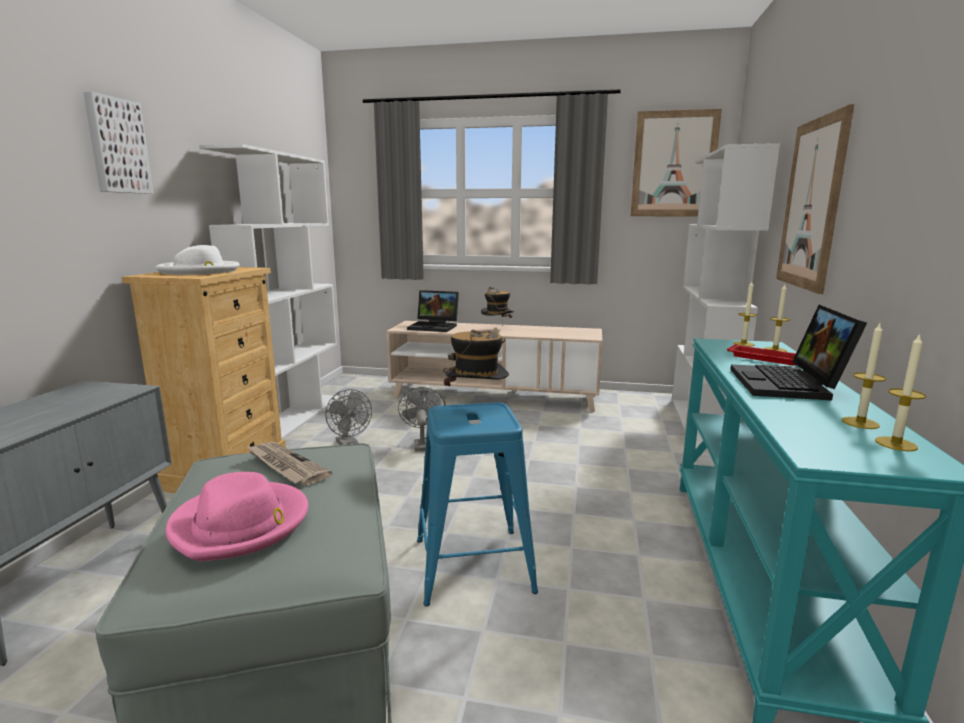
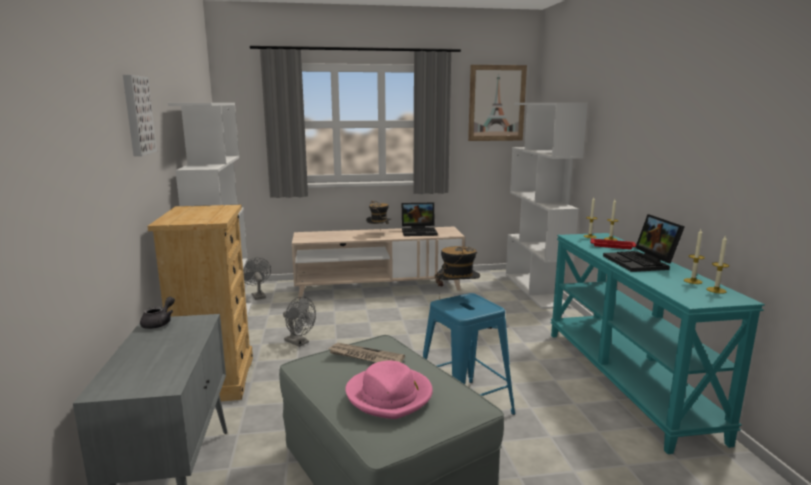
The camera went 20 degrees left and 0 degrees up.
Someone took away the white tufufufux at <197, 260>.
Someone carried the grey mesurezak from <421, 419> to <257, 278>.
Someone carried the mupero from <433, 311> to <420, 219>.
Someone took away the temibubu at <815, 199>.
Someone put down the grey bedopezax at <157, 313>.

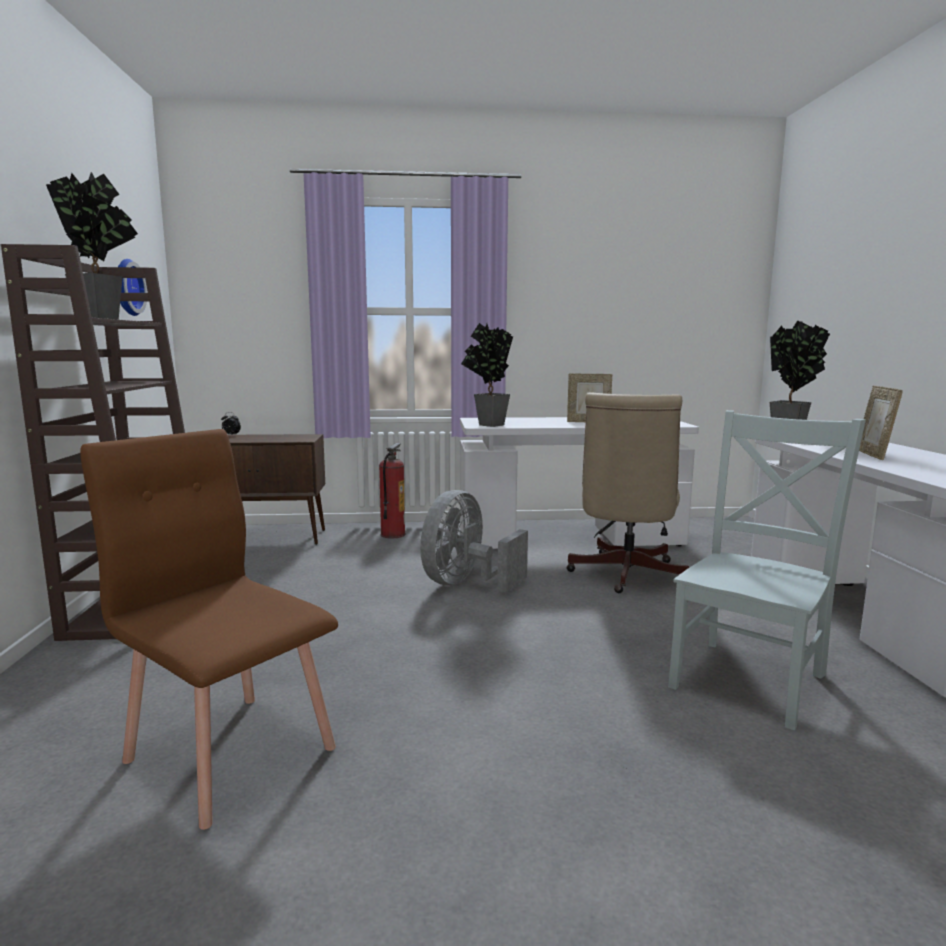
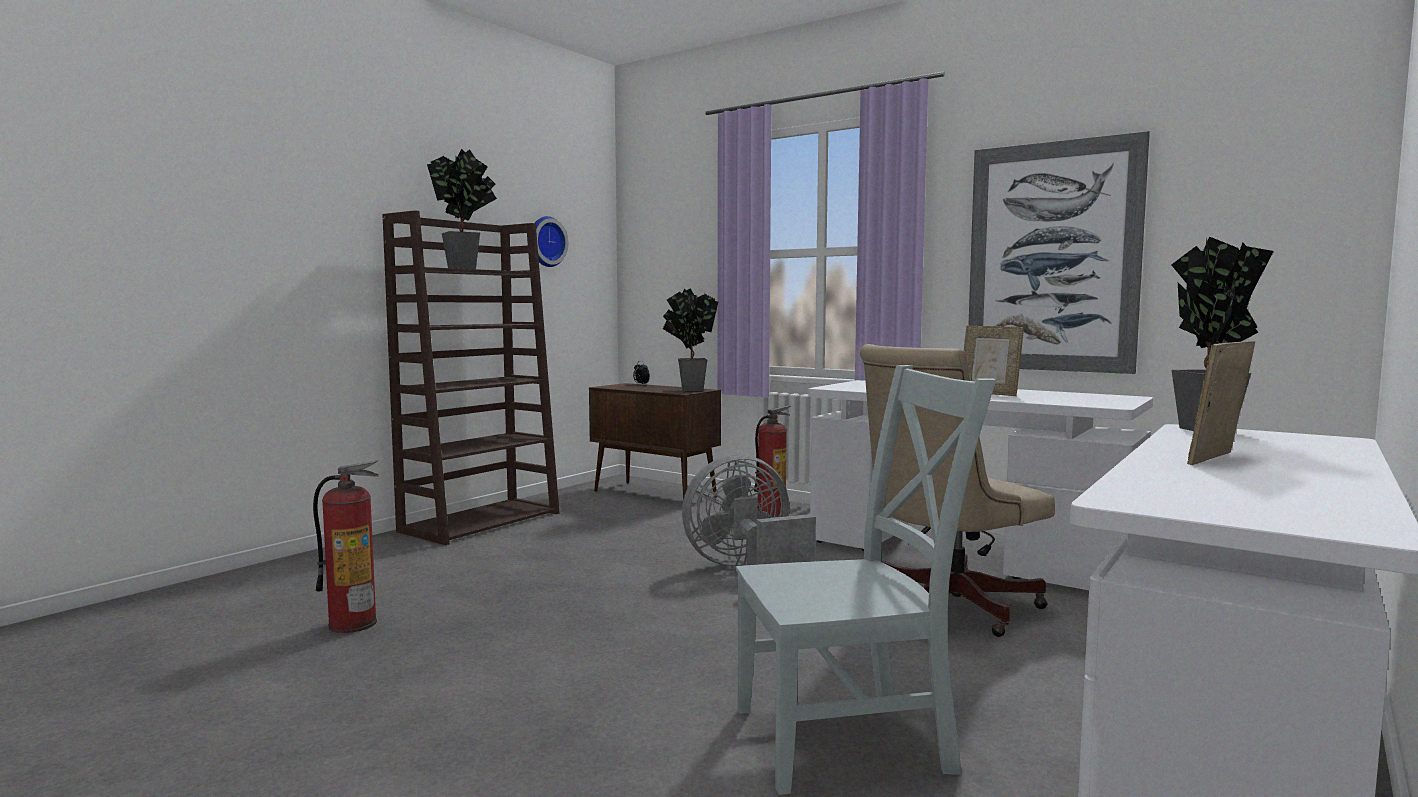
The camera went 40 degrees right and 5 degrees down.
Someone swapped the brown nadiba at <209, 629> for the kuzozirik at <346, 546>.
Someone carried the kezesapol from <487, 375> to <690, 339>.
Someone put up the temibubu at <1059, 252>.

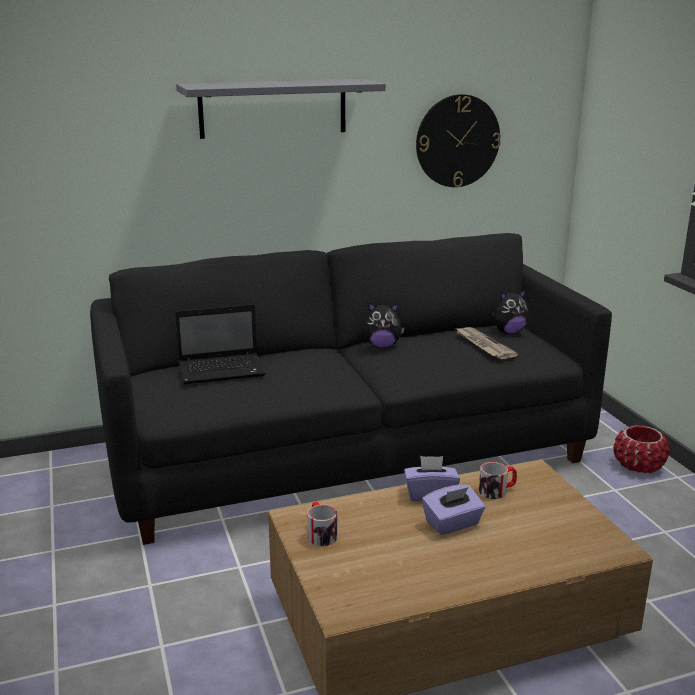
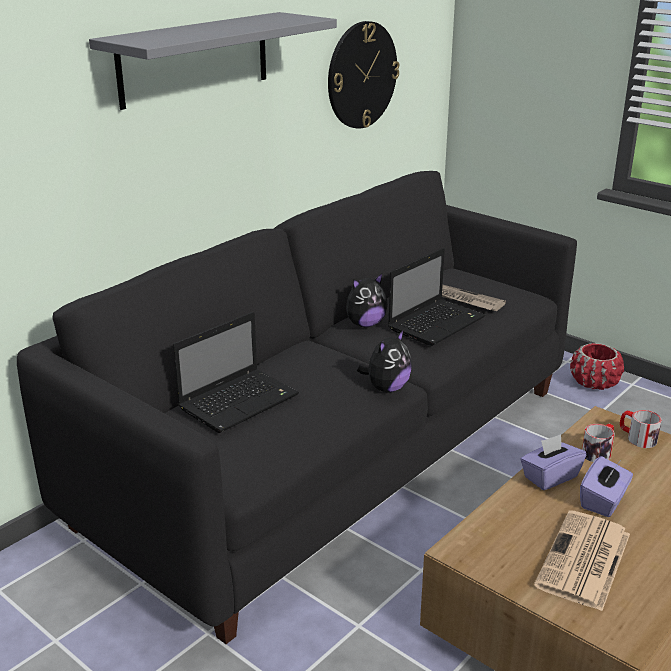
The camera went 30 degrees left and 5 degrees up.
Someone carried the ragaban from <322, 524> to <641, 429>.
Someone carried the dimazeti from <510, 311> to <384, 360>.
Someone put down the mupero at <437, 297>.
Someone put down the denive at <582, 561>.

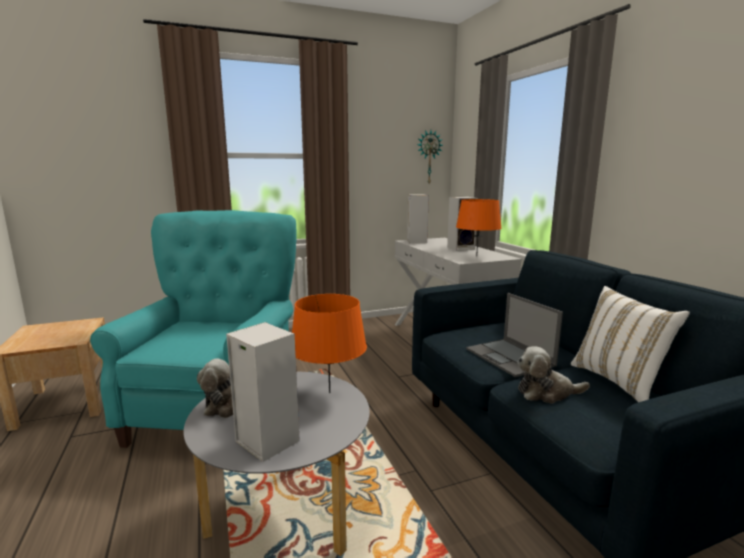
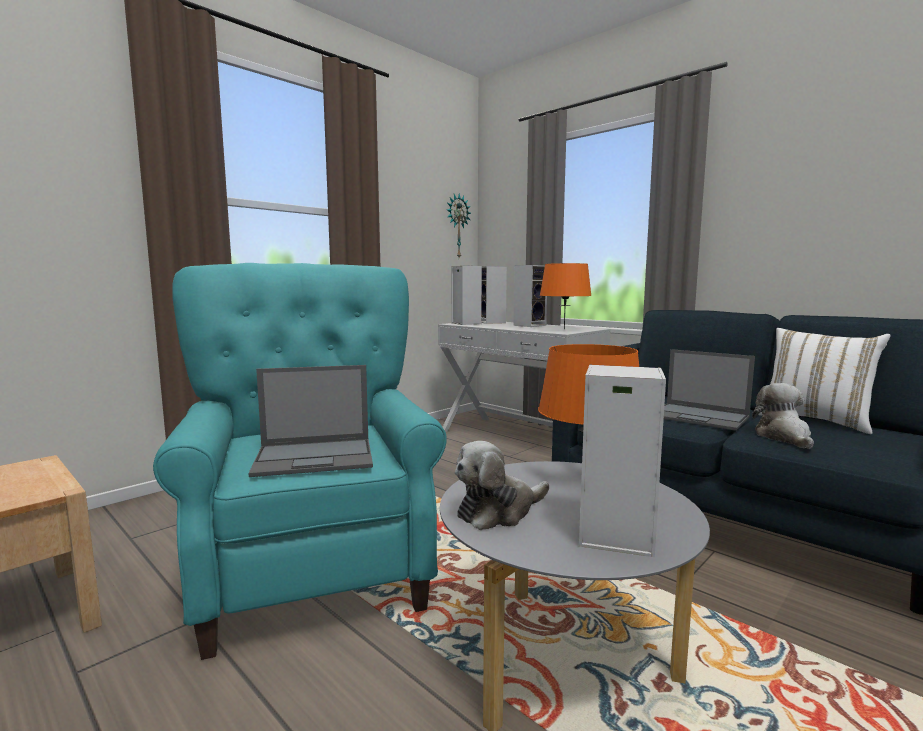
The camera went 25 degrees left and 5 degrees down.
Someone rotated the dimazeti at <553, 375> by 120 degrees clockwise.
Someone put down the mupero at <310, 421>.
Someone put down the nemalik at <494, 295>.

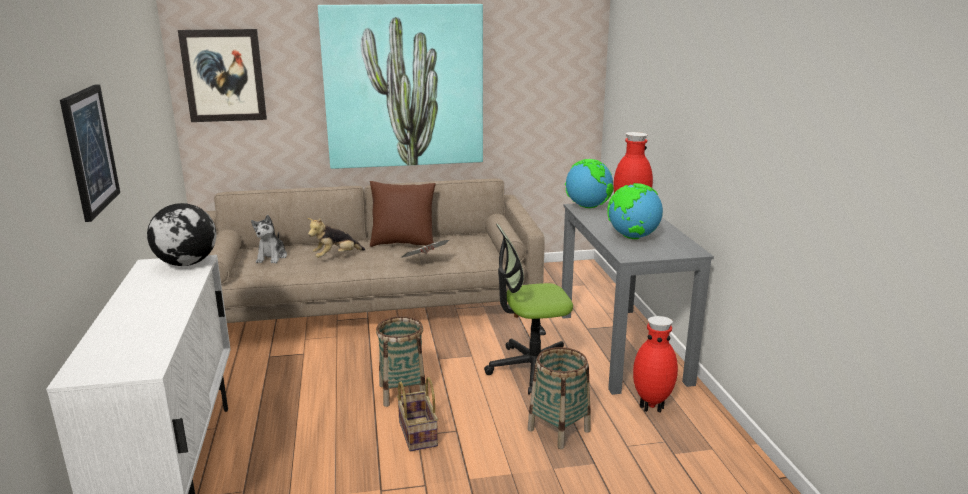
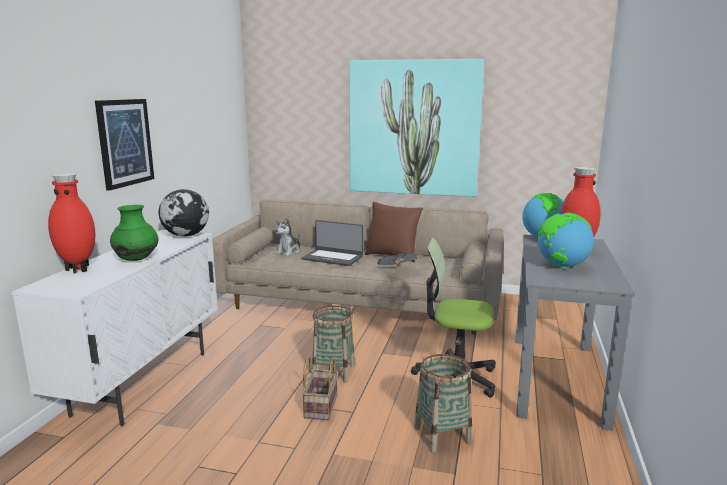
The camera went 25 degrees right and 5 degrees down.
Someone took away the temibubu at <222, 75>.
Someone swapped the dimazeti at <336, 238> for the mupero at <332, 243>.
Someone carried the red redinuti from <655, 364> to <72, 223>.
Someone put down the green redinuti at <134, 233>.

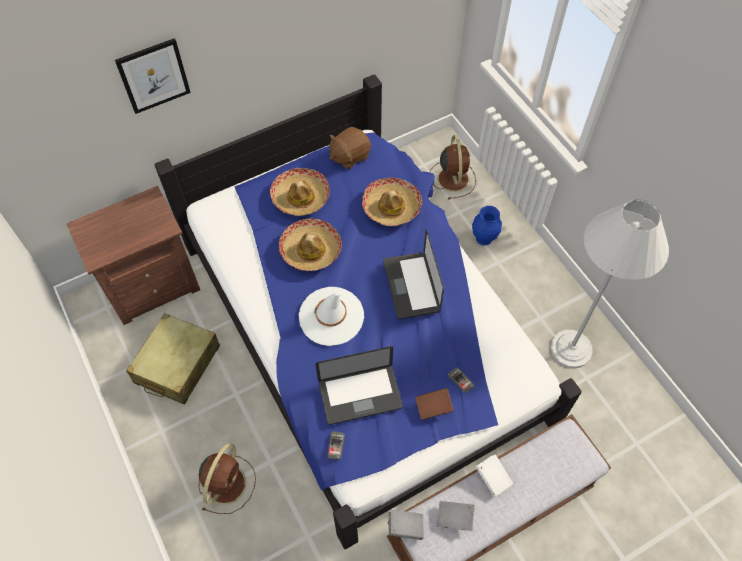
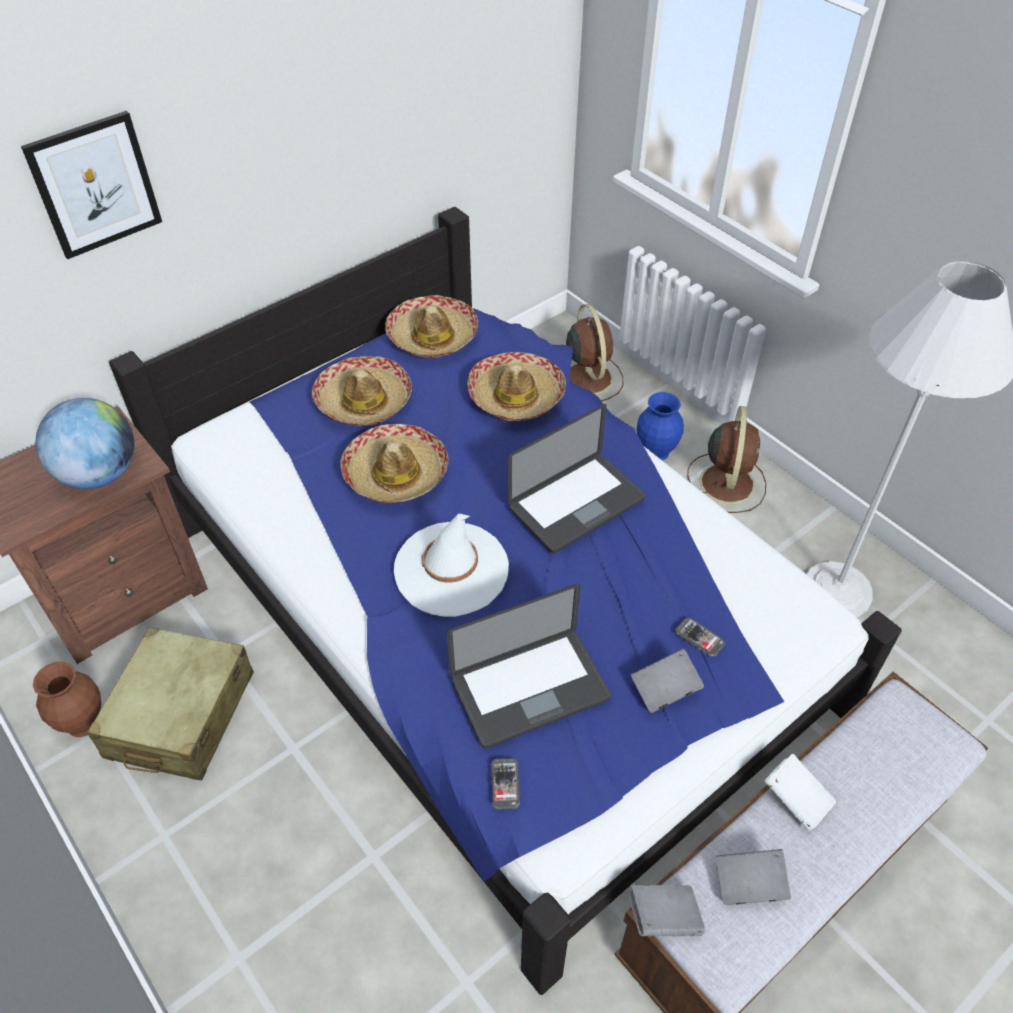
The camera went 10 degrees left and 10 degrees down.
Someone carried the brown mesurezak from <227, 478> to <726, 459>.
Someone swapped the brown dimazeti at <350, 148> for the tufufufux at <431, 326>.
Someone rotated the mupero at <413, 274> by 105 degrees counterclockwise.
Someone repainted the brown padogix at <434, 404>, which became the grey padogix at <667, 681>.
Someone put down the brown redinuti at <67, 699>.
Someone put down the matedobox at <85, 443>.

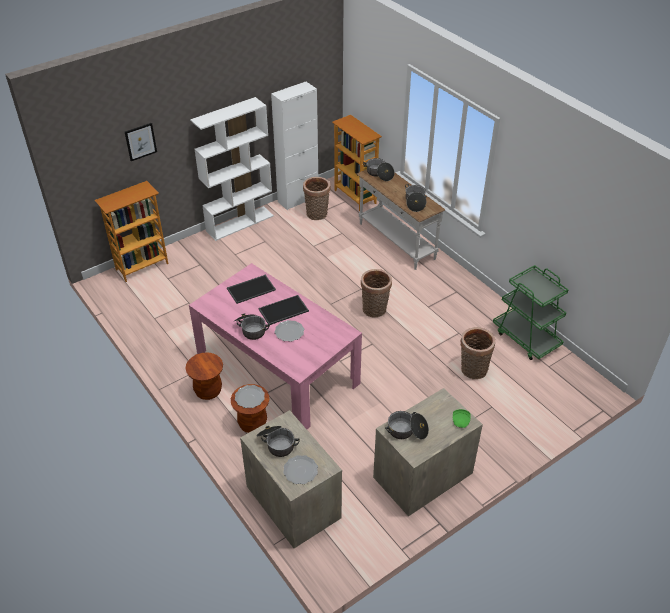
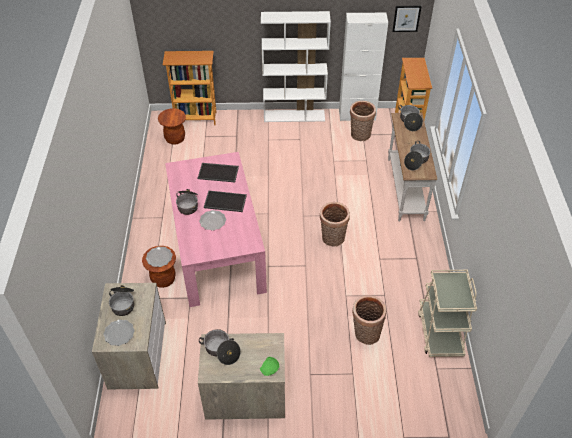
The camera went 35 degrees right and 5 degrees up.
Someone carried the temibubu from <141, 142> to <407, 19>.
Someone carried the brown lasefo from <204, 376> to <172, 126>.
Someone repainted the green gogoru at <530, 312>, which became the beige gogoru at <447, 313>.

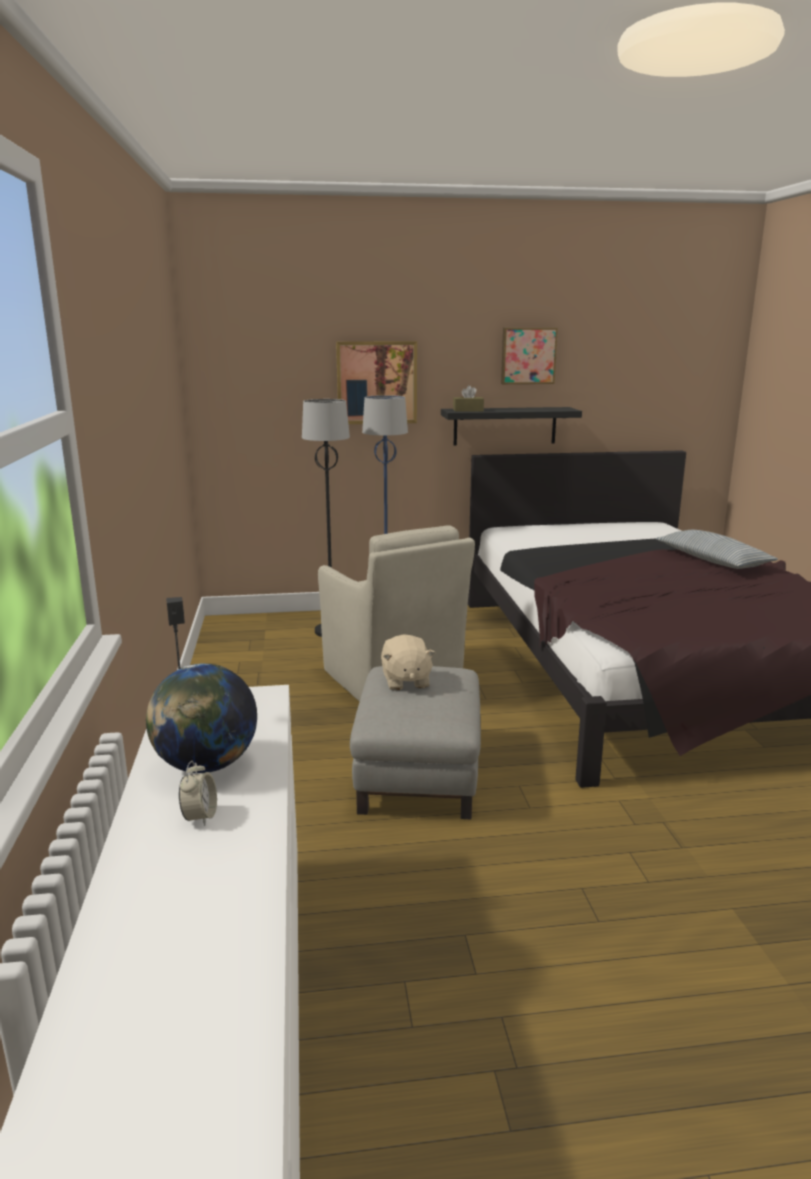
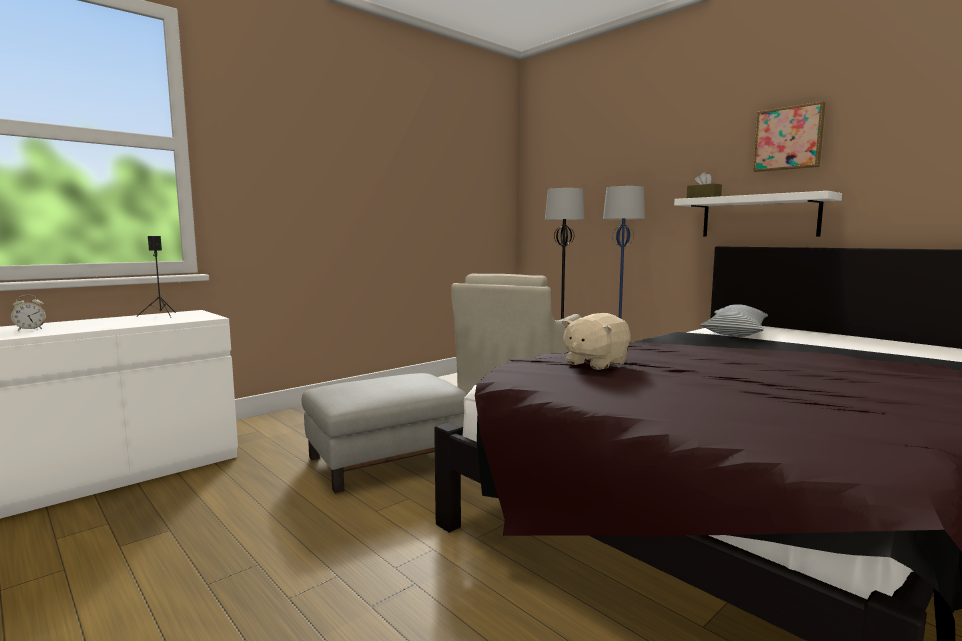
The camera went 55 degrees right and 10 degrees down.
Someone took away the matedobox at <201, 718>.
Someone took away the temibubu at <376, 382>.
Someone carried the beige dimazeti from <408, 662> to <596, 341>.
Someone repainted the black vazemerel at <511, 426>, which became the white vazemerel at <758, 214>.
Someone carried the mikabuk from <717, 549> to <734, 320>.

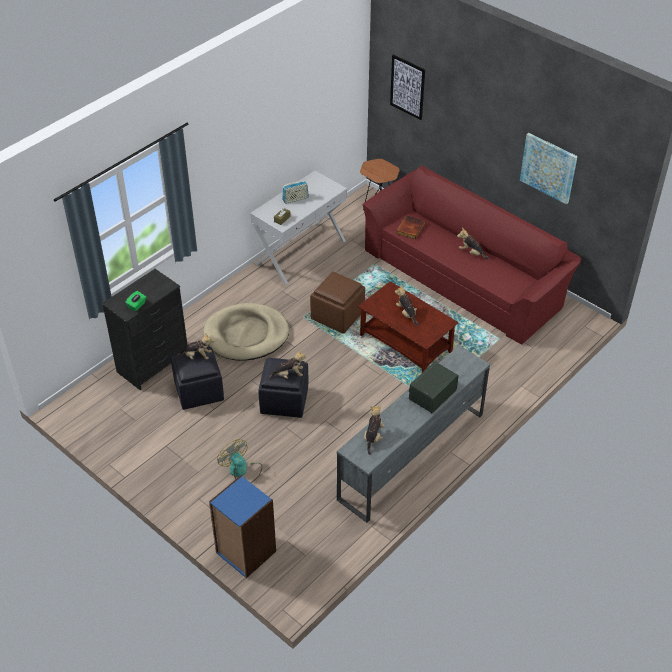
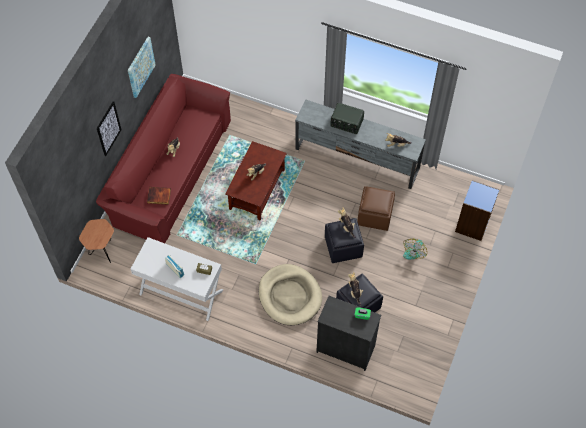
The camera went 110 degrees left and 15 degrees up.
Someone carried the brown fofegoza from <337, 303> to <376, 208>.
Someone carried the temibubu from <407, 87> to <109, 128>.

